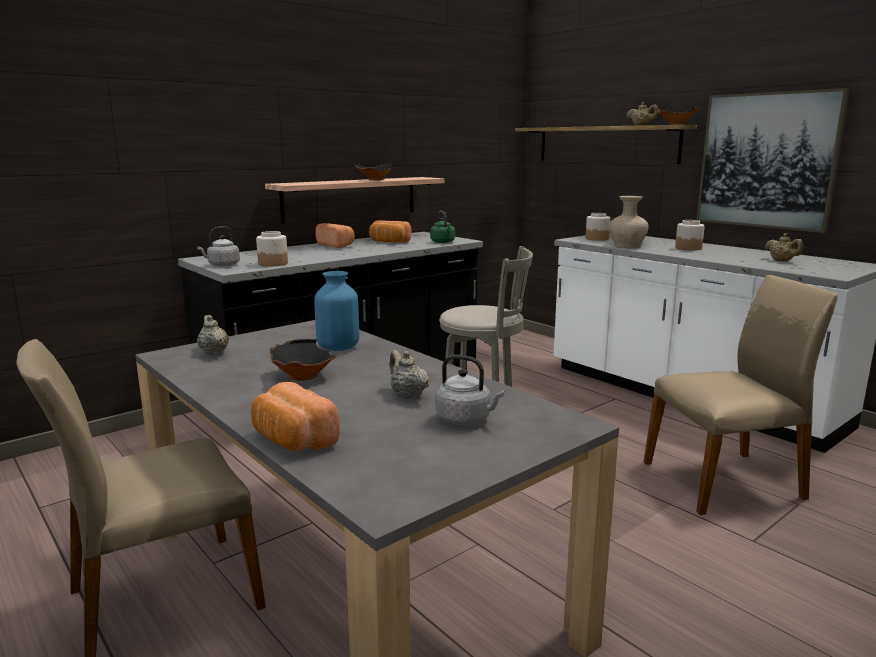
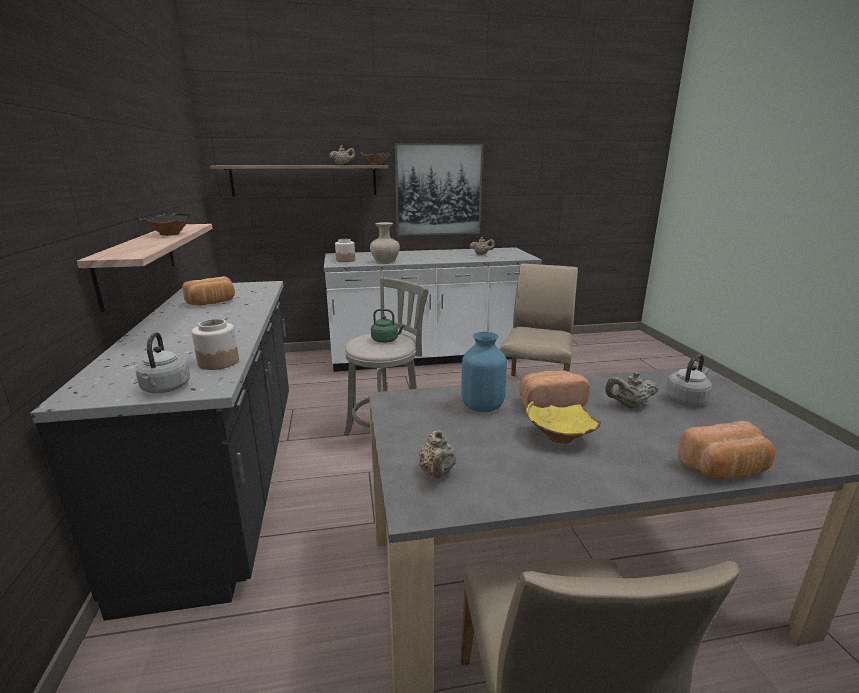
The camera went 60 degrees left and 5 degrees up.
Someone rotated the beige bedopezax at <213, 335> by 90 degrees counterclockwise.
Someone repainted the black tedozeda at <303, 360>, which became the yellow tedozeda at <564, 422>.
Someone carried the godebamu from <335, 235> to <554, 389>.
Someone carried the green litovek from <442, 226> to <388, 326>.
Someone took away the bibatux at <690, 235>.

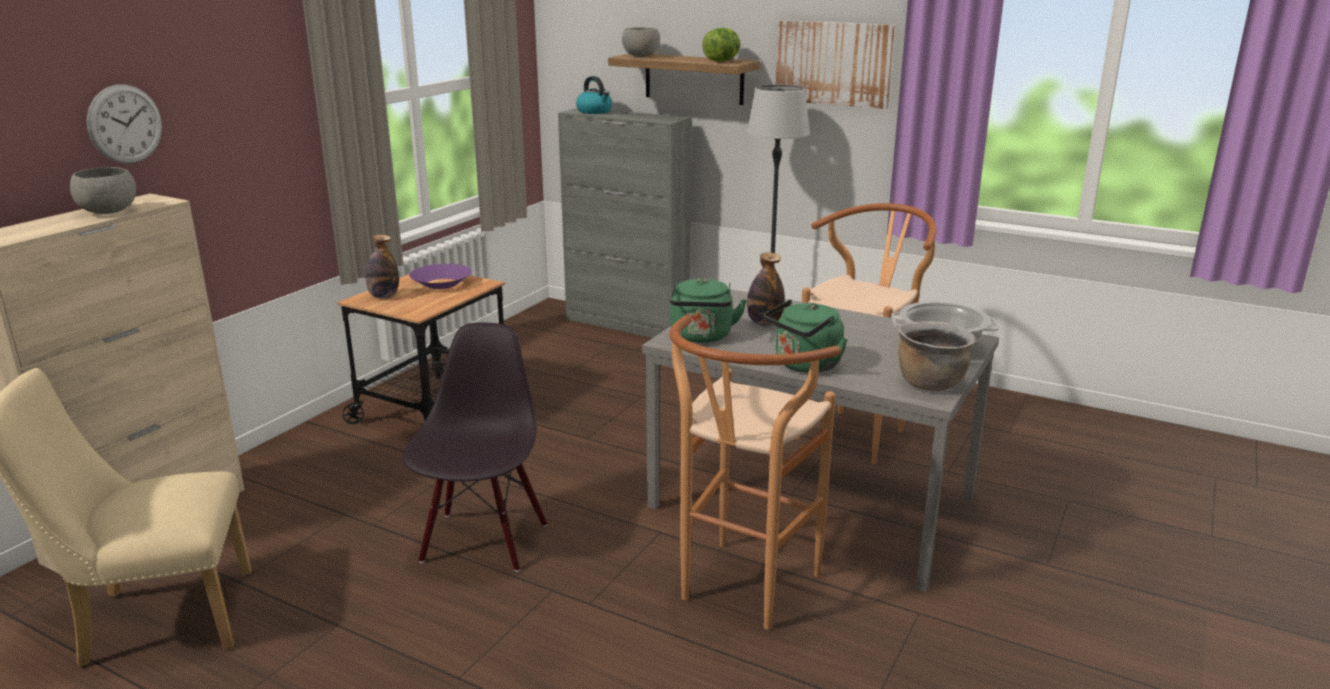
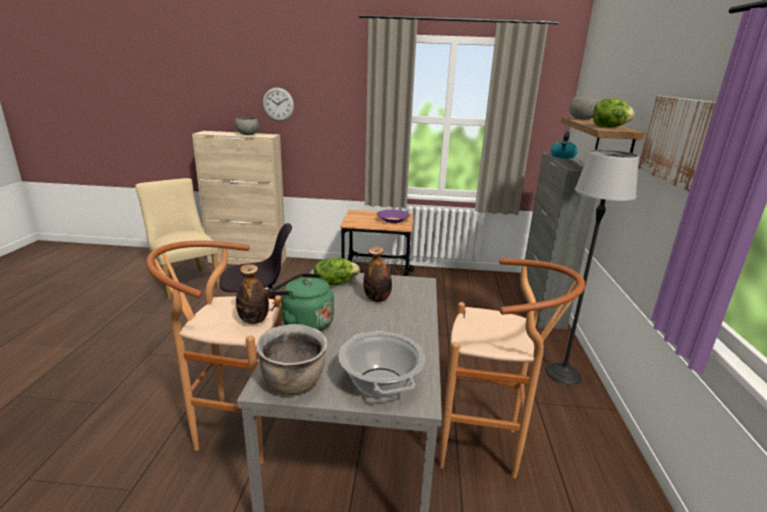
The camera went 65 degrees right and 0 degrees up.
Someone carried the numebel from <382, 266> to <252, 294>.
Someone swapped the green litovek at <708, 310> for the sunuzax at <337, 272>.

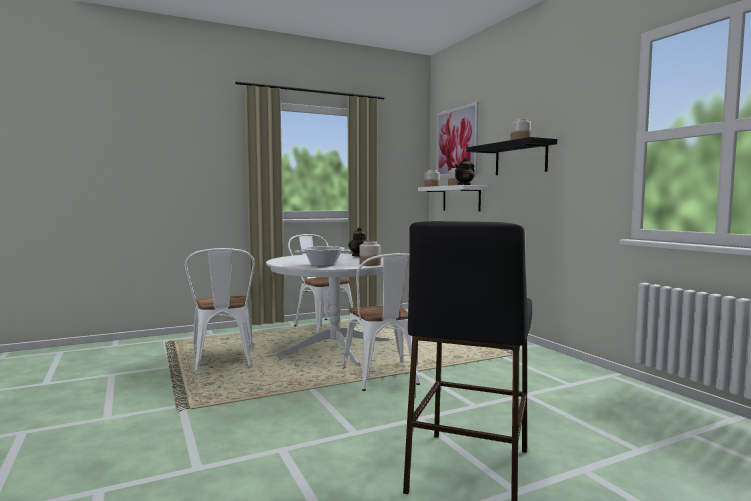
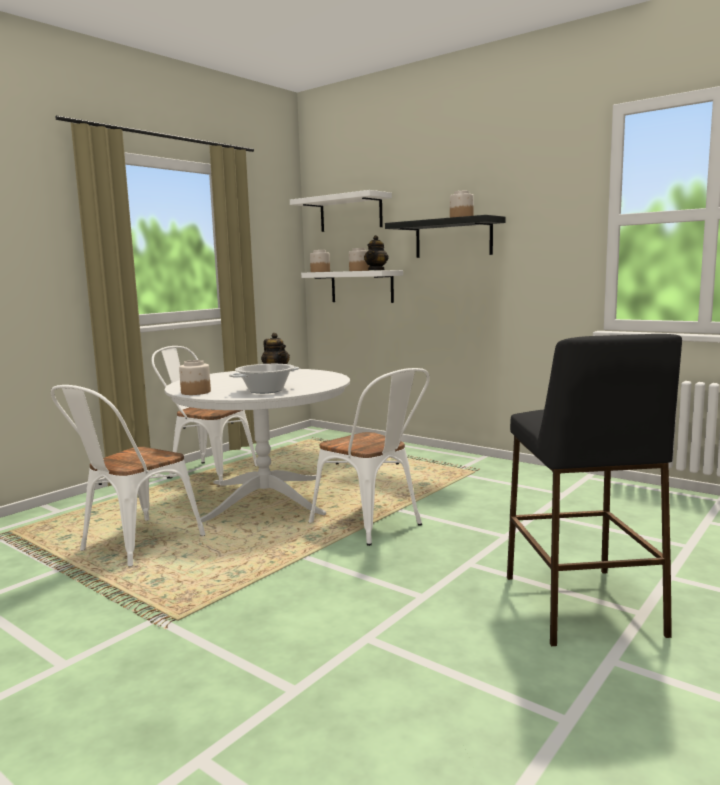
The camera went 25 degrees left and 5 degrees up.
Someone rotated the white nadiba at <220, 309> by 75 degrees clockwise.
Someone carried the bibatux from <370, 253> to <195, 377>.
Someone swapped the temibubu at <457, 139> for the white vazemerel at <341, 211>.

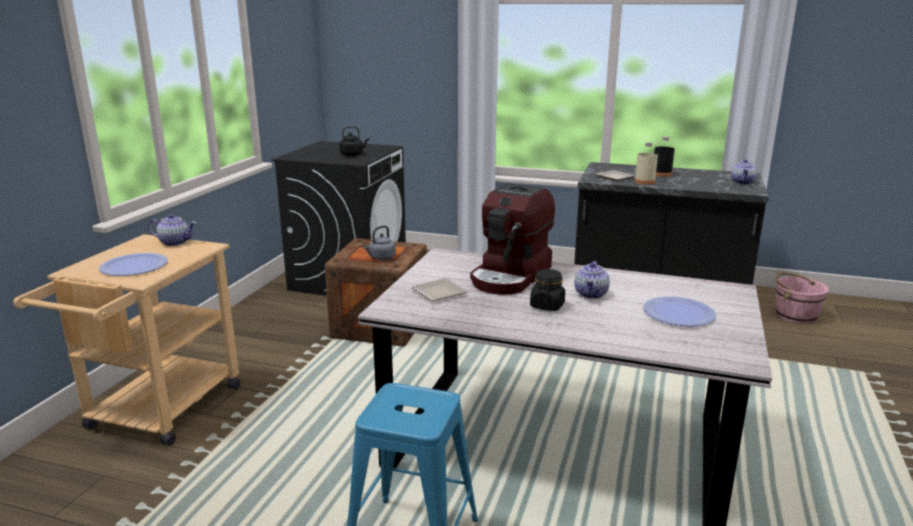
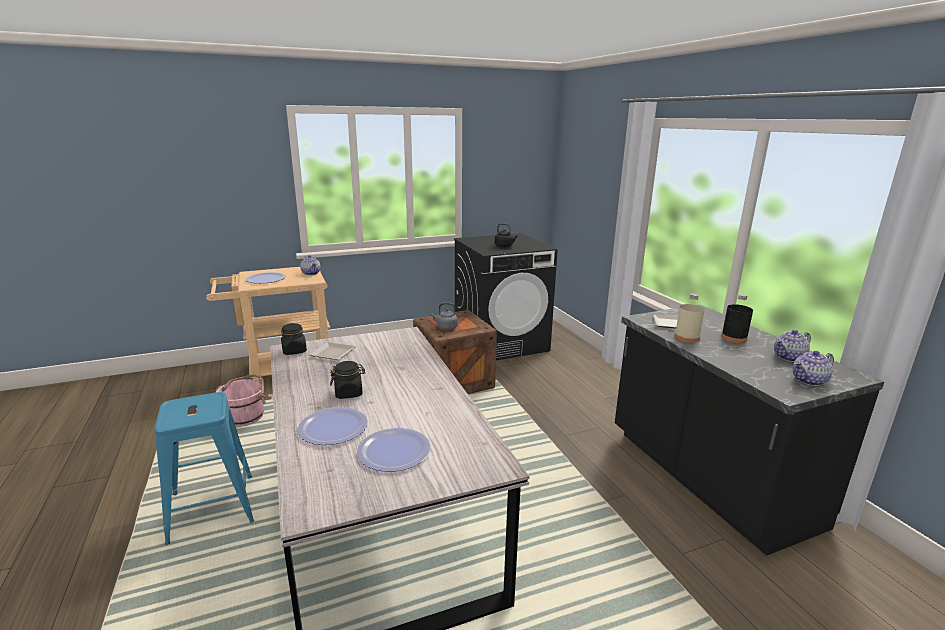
The camera went 50 degrees right and 0 degrees up.
Someone took away the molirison at <512, 239>.
Someone carried the bedopezax from <592, 280> to <792, 346>.
Someone carried the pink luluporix from <801, 298> to <240, 400>.
Someone put down the black bibatux at <294, 339>.
Someone put down the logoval at <332, 426>.

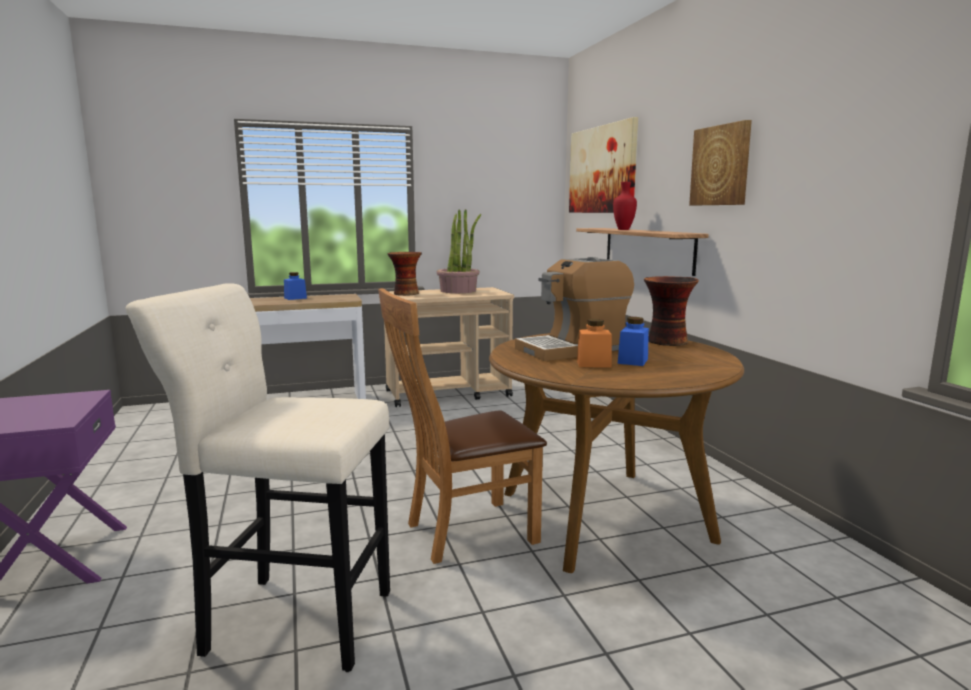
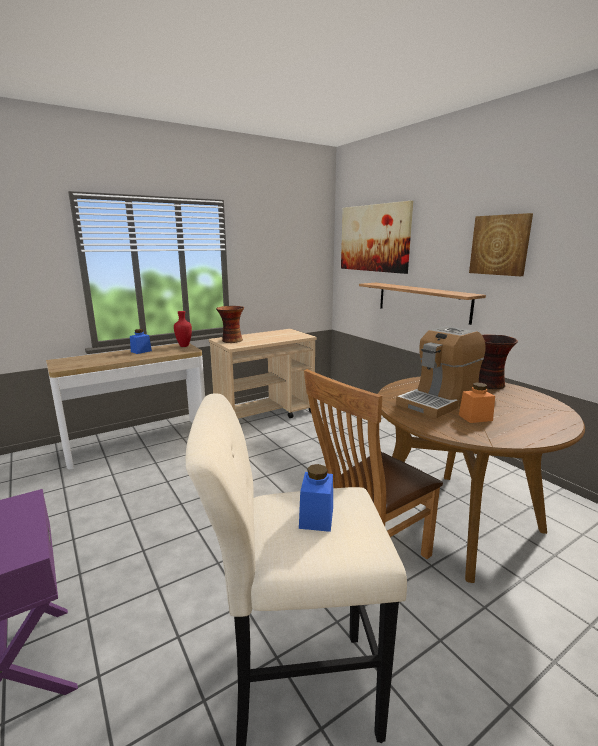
The camera went 15 degrees left and 5 degrees up.
Someone took away the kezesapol at <459, 251>.
Someone carried the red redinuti from <625, 206> to <183, 329>.
Someone carried the blue bibatux from <633, 341> to <316, 498>.

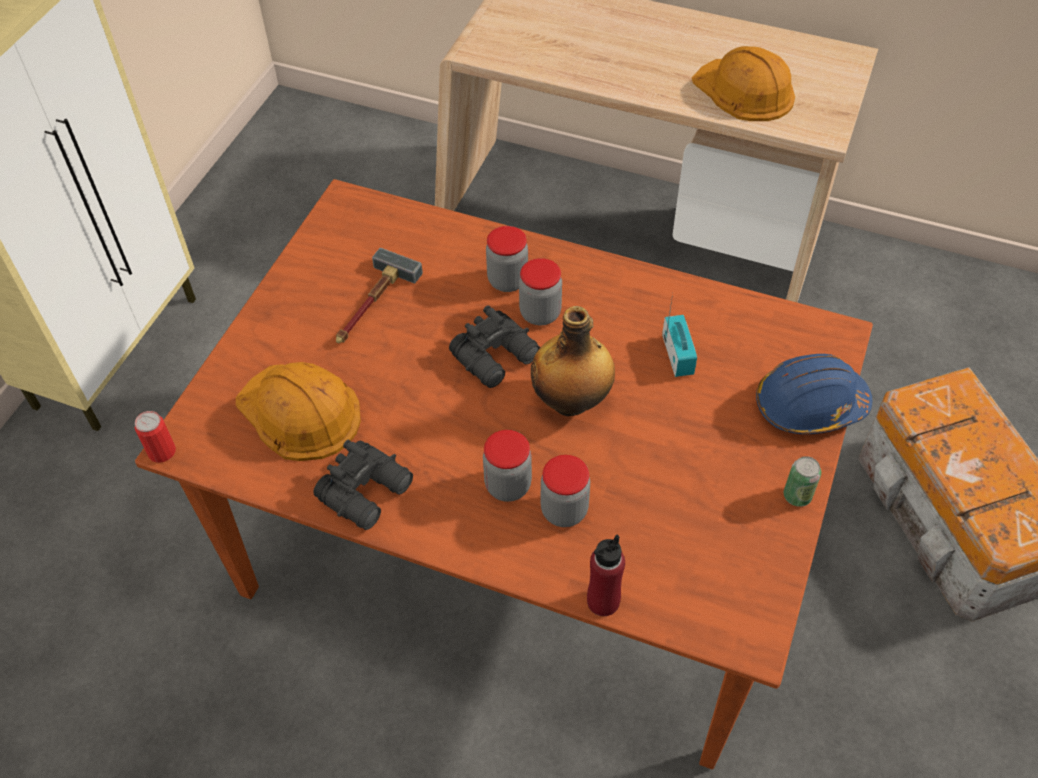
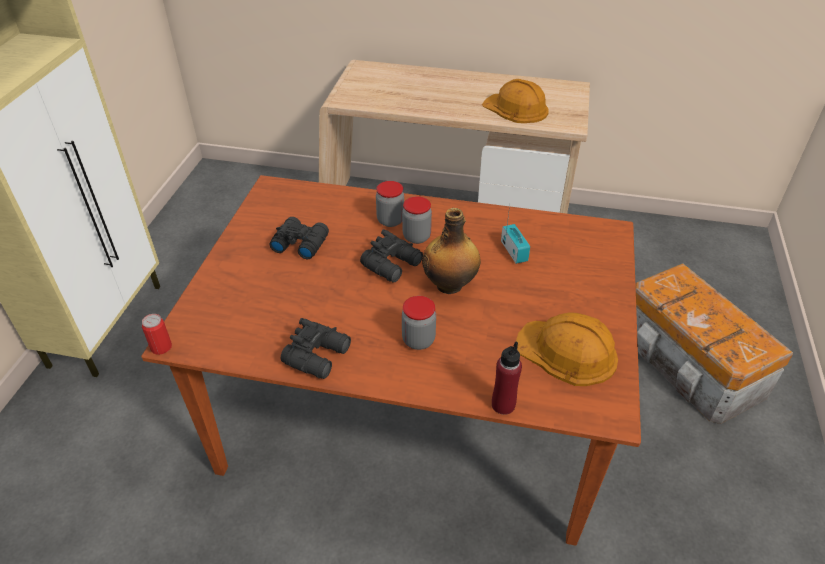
The camera went 10 degrees left and 10 degrees down.
Someone carried the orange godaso from <298, 411> to <567, 349>.
Someone swapped the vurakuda at <379, 295> for the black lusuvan at <299, 238>.
Someone took away the bibatux at <565, 491>.
Someone took away the blue godaso at <814, 394>.
Someone took away the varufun at <802, 481>.

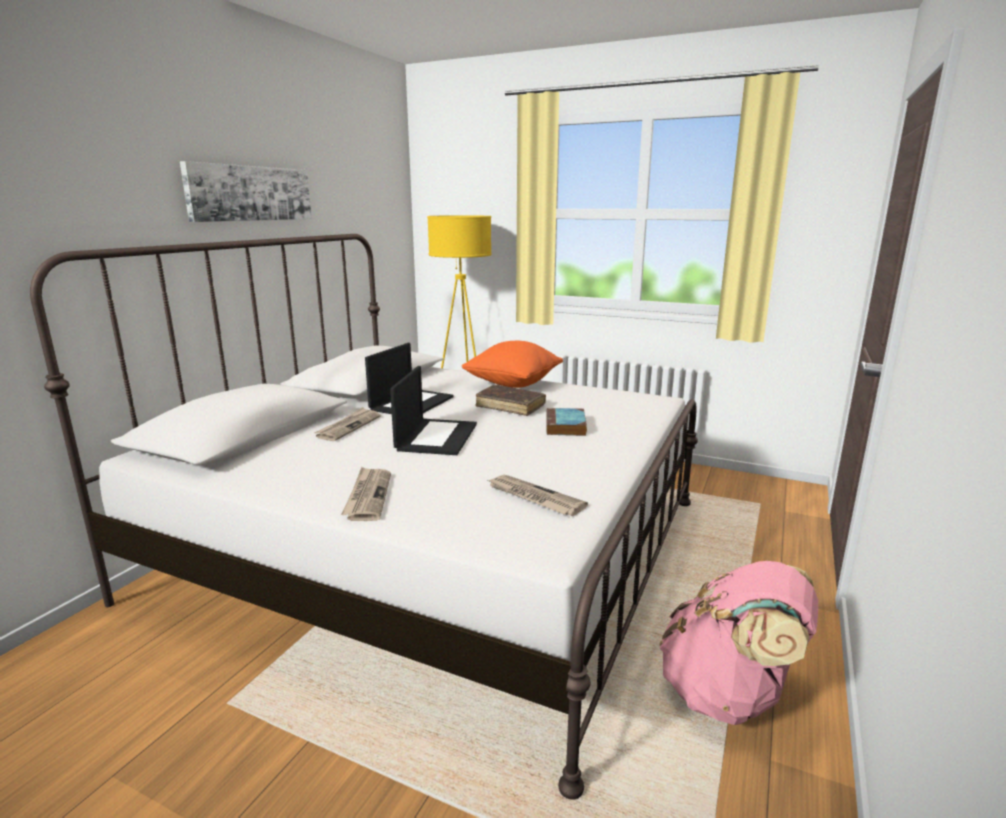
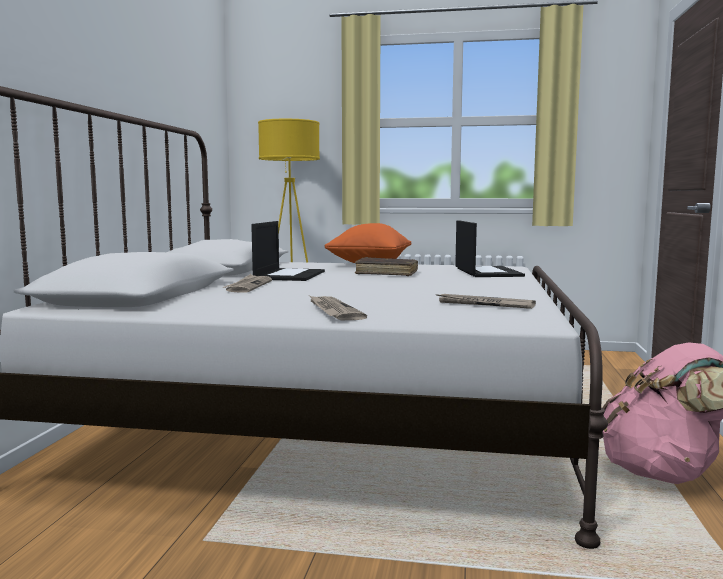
The camera went 15 degrees left and 10 degrees down.
Someone took away the temibubu at <246, 191>.
Someone carried the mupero from <433, 410> to <490, 248>.
Someone took away the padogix at <566, 422>.

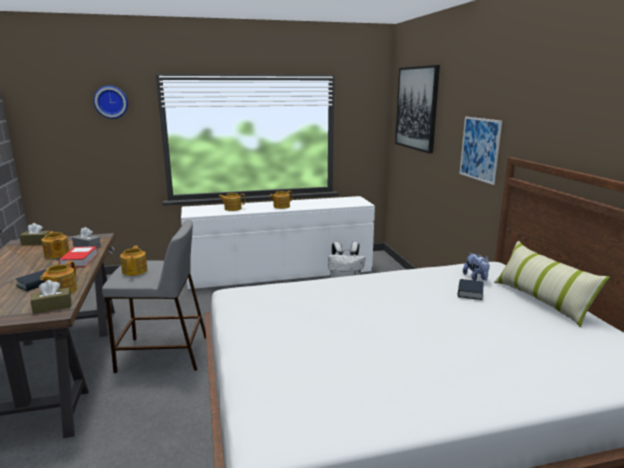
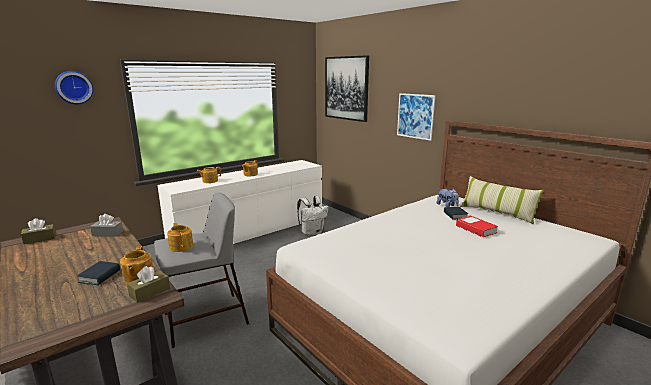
The camera went 25 degrees left and 0 degrees up.
Someone took away the bedopezax at <55, 244>.
Someone carried the padogix from <78, 256> to <477, 226>.

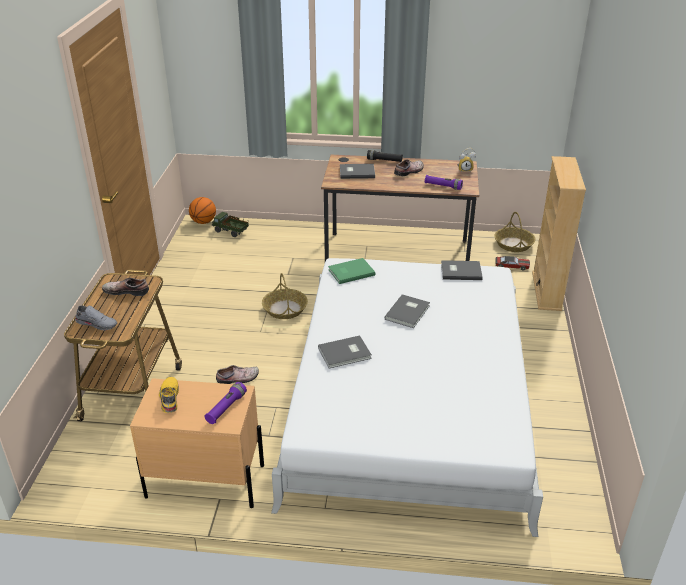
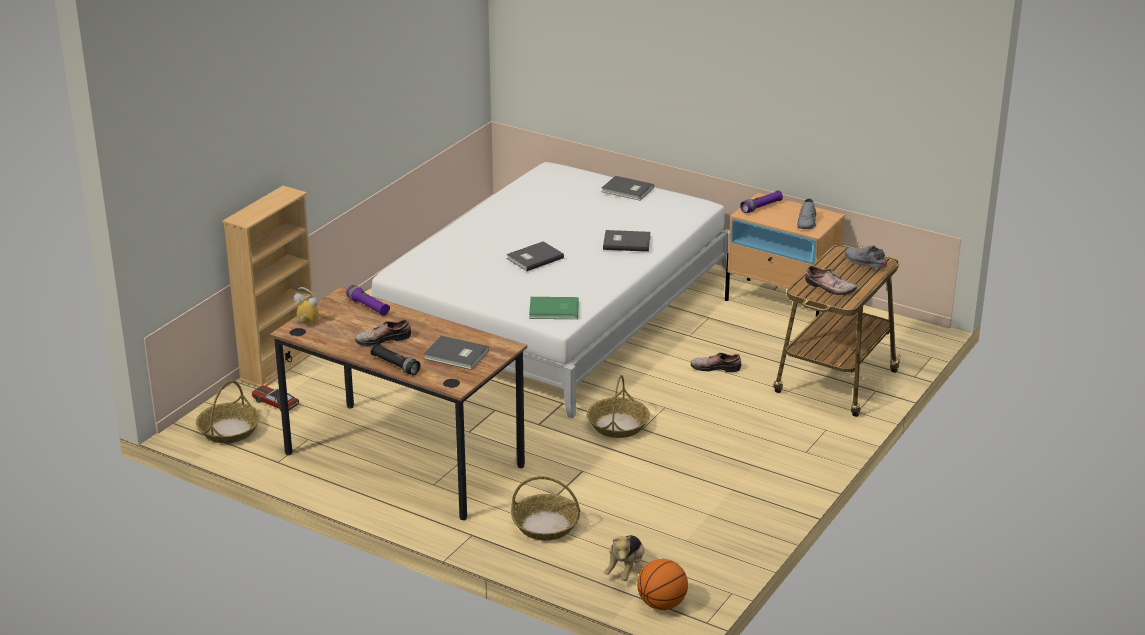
The camera went 155 degrees left and 5 degrees down.
Someone repainted the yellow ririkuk at <169, 395>, which became the grey ririkuk at <806, 213>.
Someone swapped the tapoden at <230, 224> for the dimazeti at <624, 558>.
Someone carried the grey padogix from <462, 270> to <627, 188>.
Someone put down the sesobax at <545, 508>.

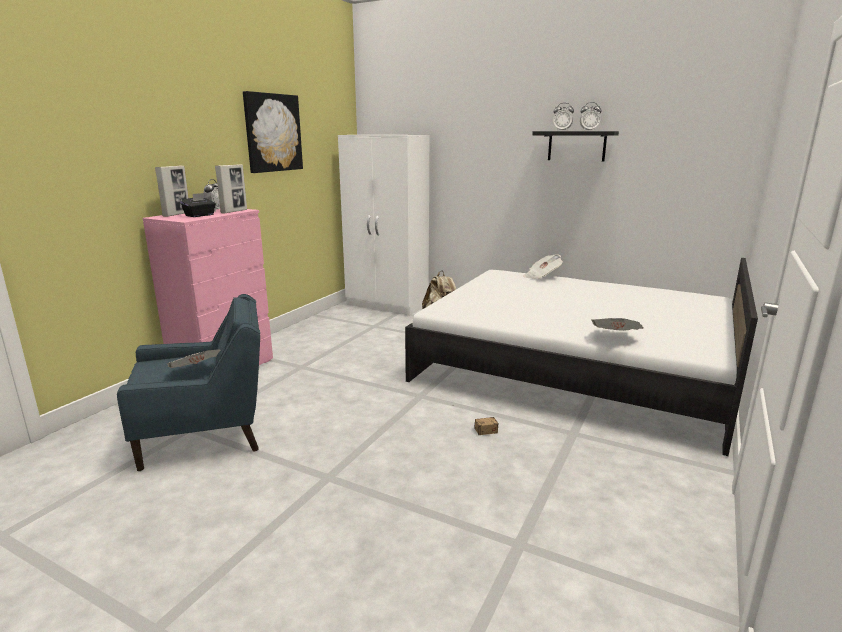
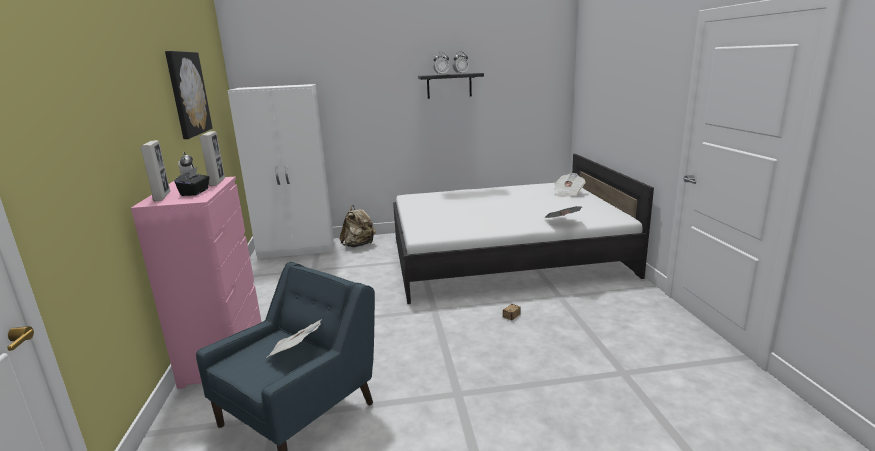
The camera went 35 degrees left and 0 degrees up.
Someone carried the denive from <543, 266> to <569, 185>.

